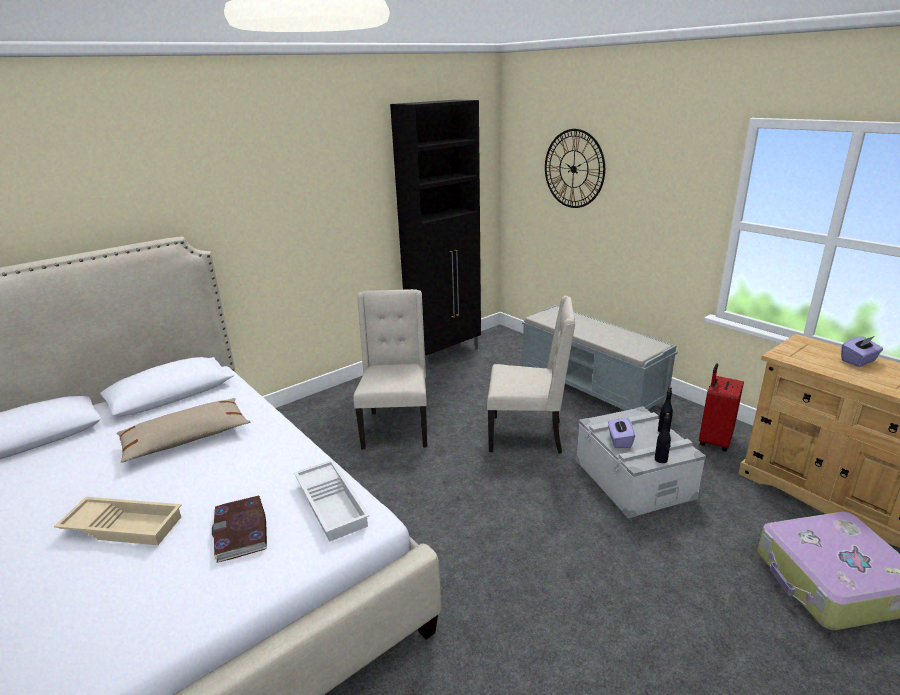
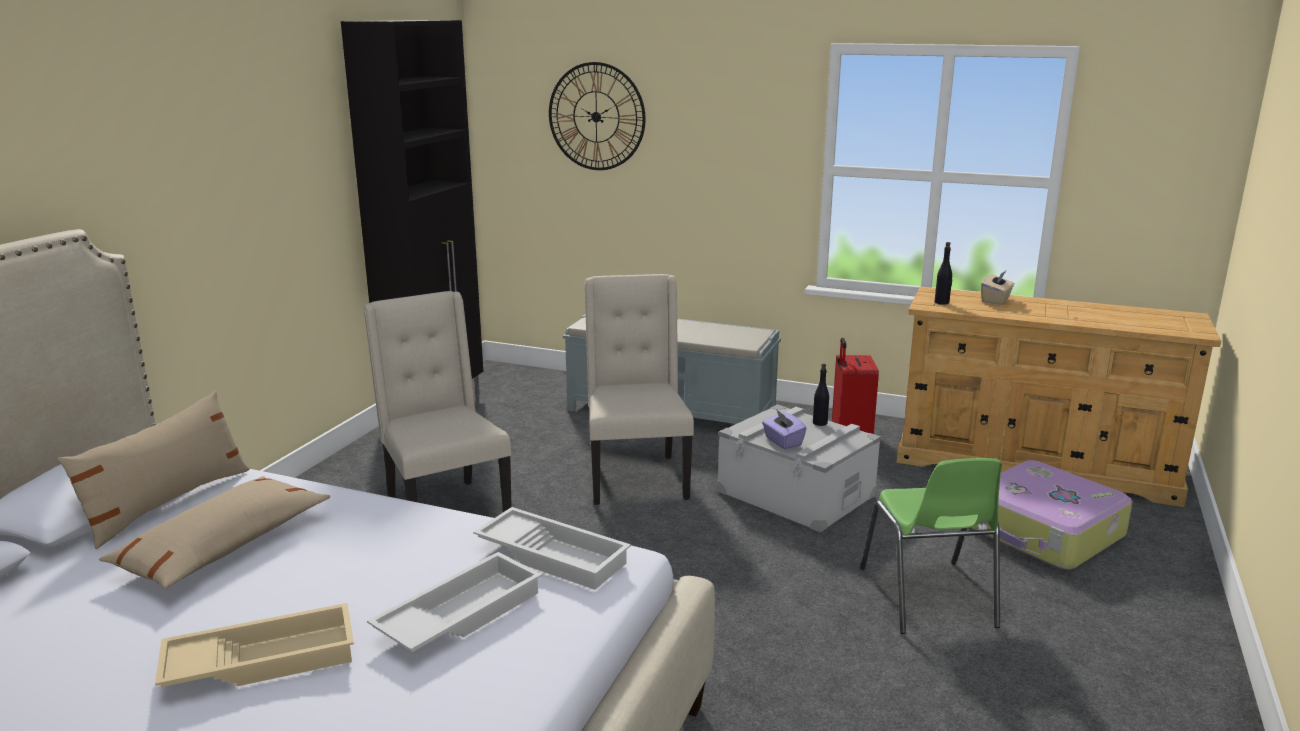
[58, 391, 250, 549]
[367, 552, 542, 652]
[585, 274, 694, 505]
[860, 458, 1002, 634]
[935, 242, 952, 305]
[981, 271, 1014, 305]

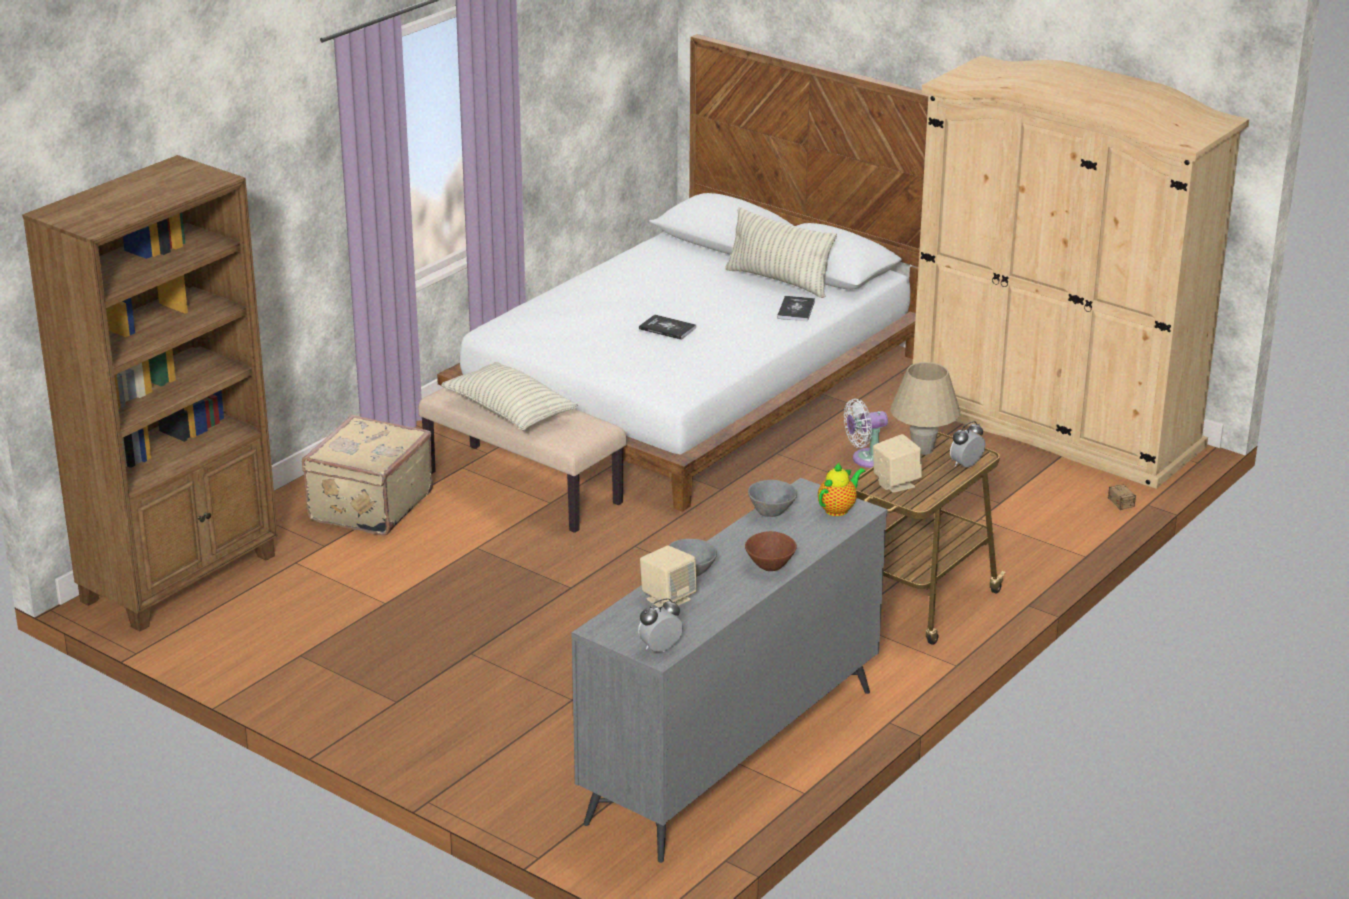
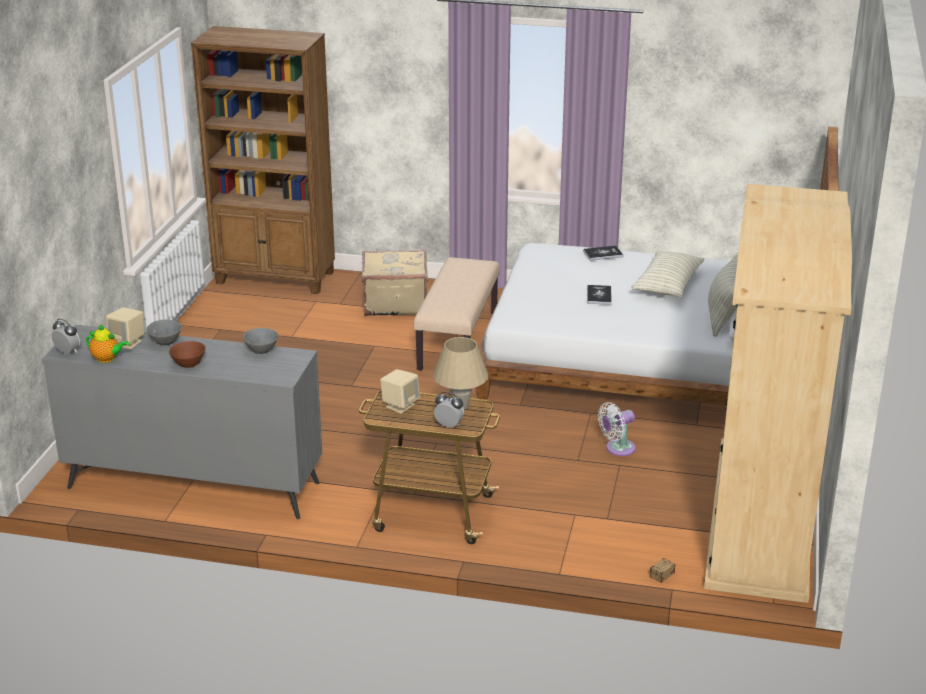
[86, 324, 129, 363]
[583, 246, 623, 261]
[598, 402, 636, 456]
[632, 251, 704, 297]

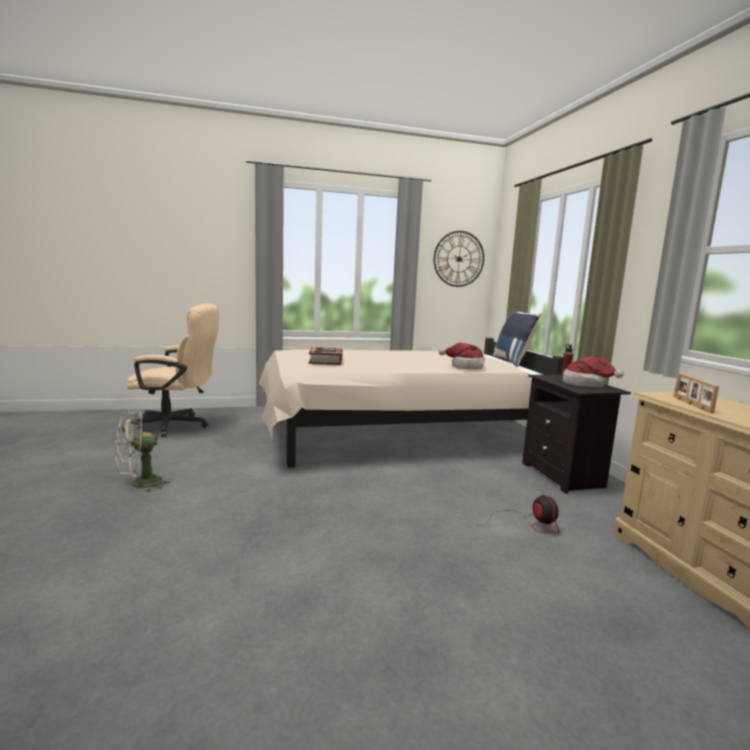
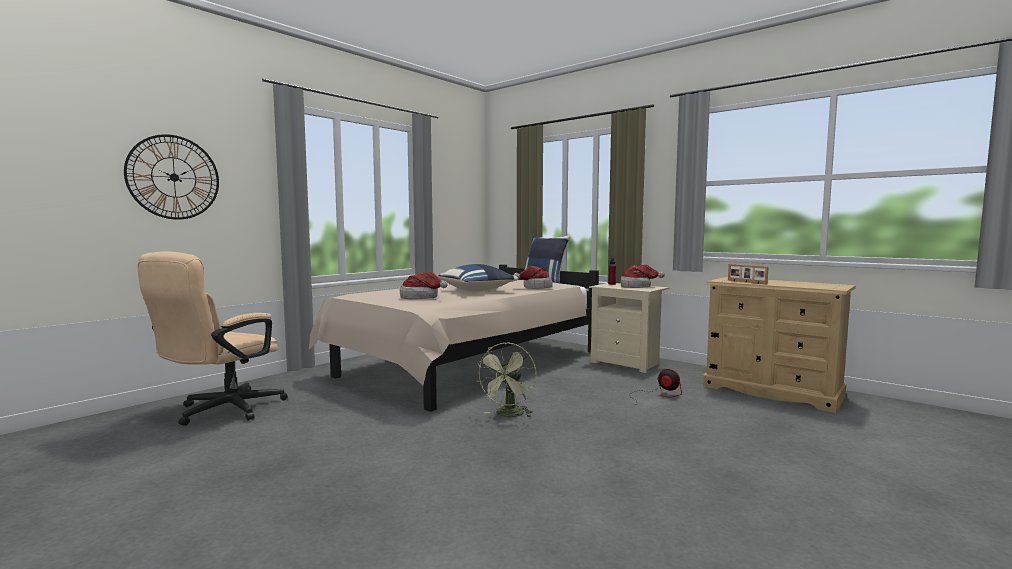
[124, 134, 219, 220]
[137, 251, 288, 426]
[400, 272, 448, 299]
[438, 264, 518, 291]
[475, 342, 536, 417]
[589, 283, 669, 373]

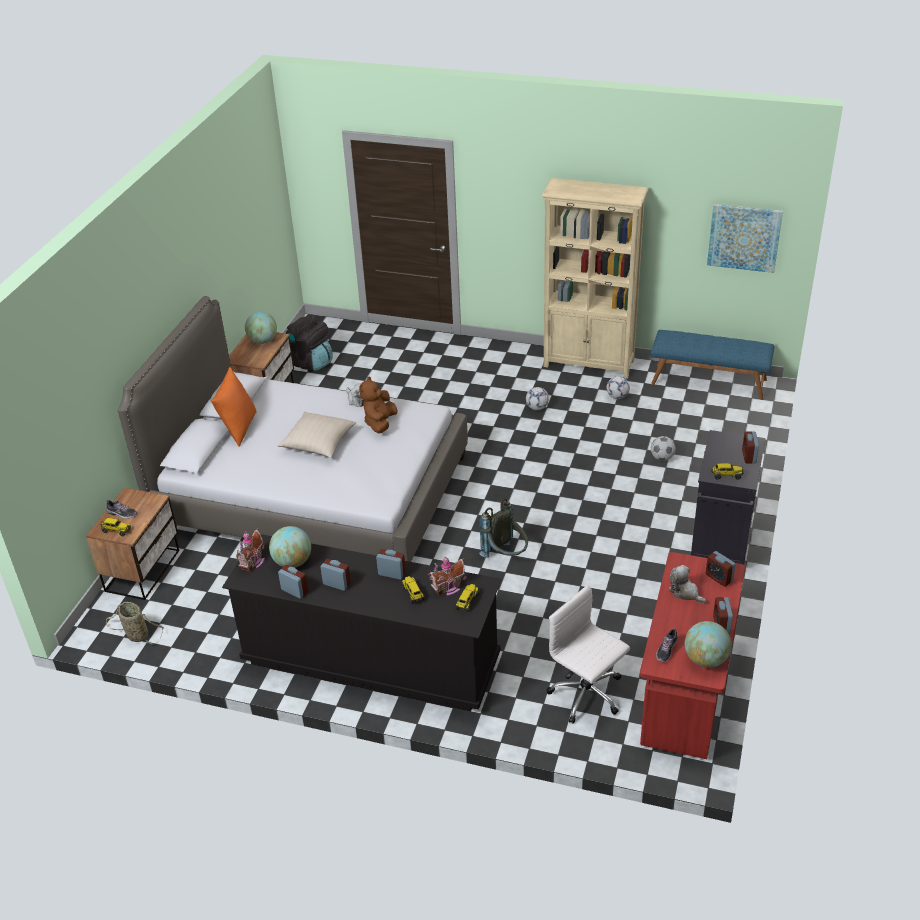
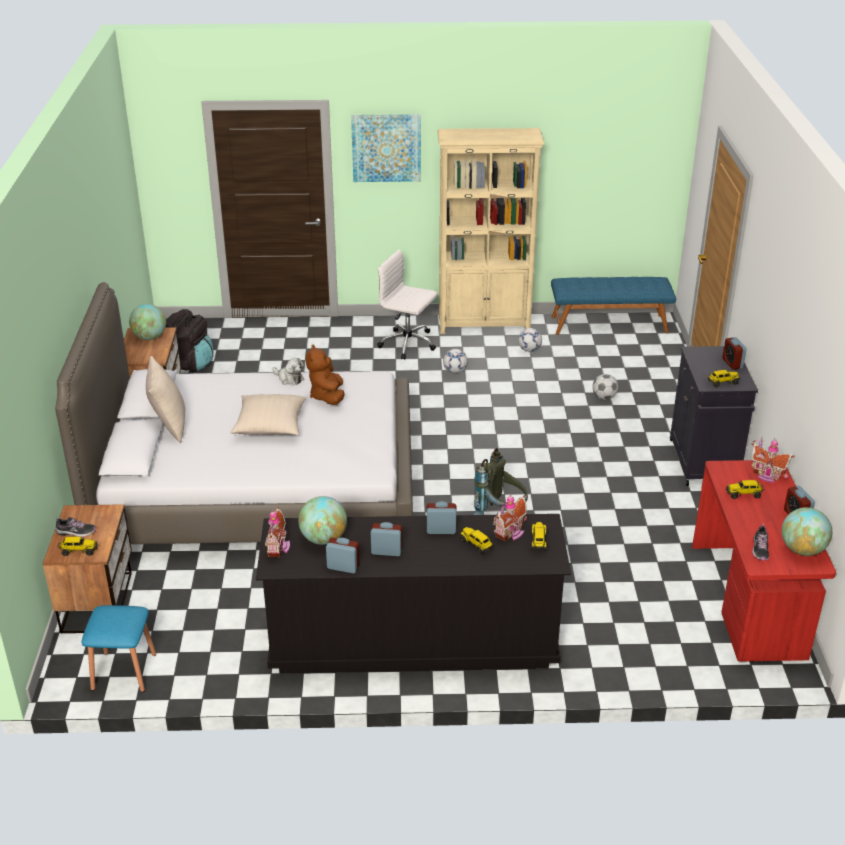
[82, 605, 156, 692]
[146, 356, 185, 443]
[351, 114, 421, 182]
[377, 249, 438, 360]
[726, 480, 765, 499]
[751, 437, 795, 483]

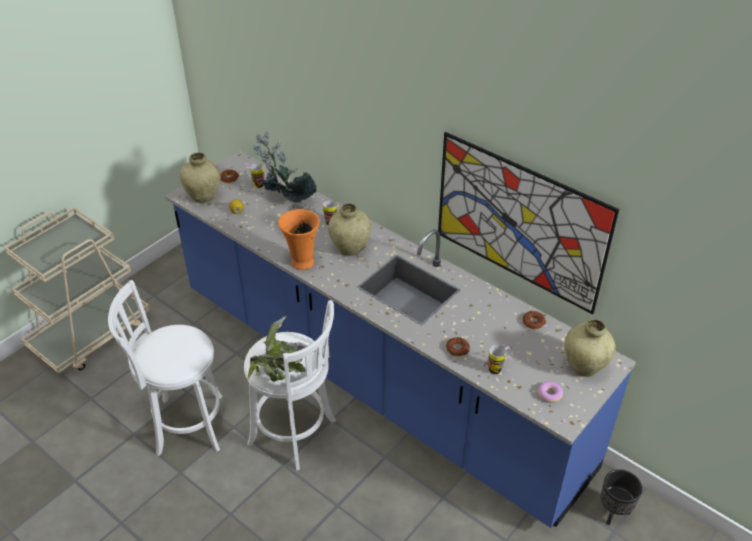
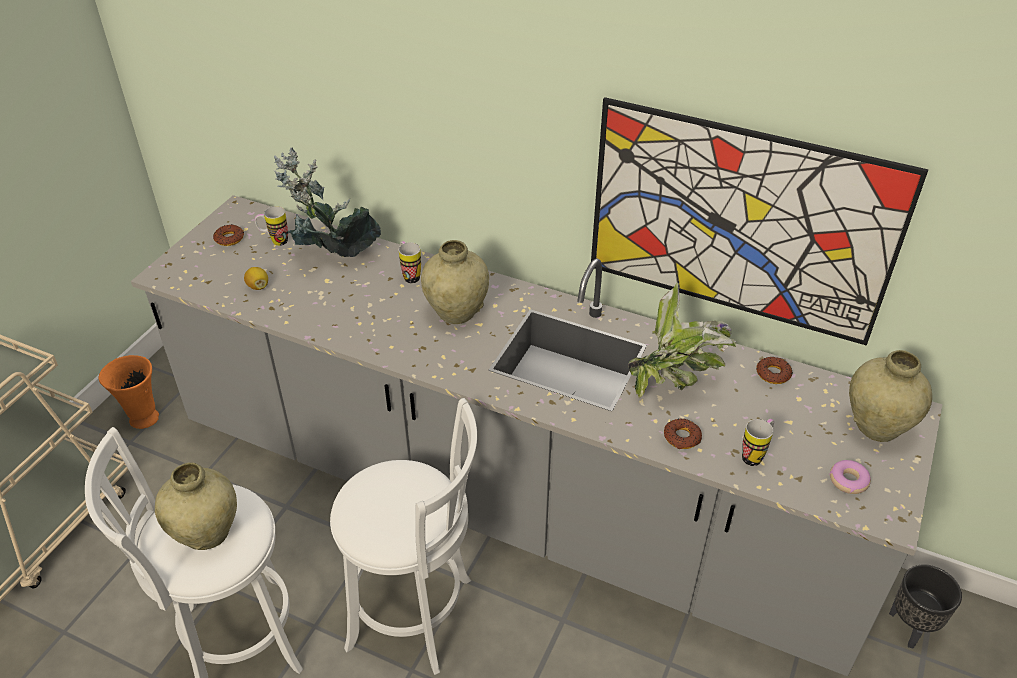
[99, 355, 159, 429]
[131, 195, 943, 676]
[155, 462, 237, 550]
[628, 281, 736, 398]

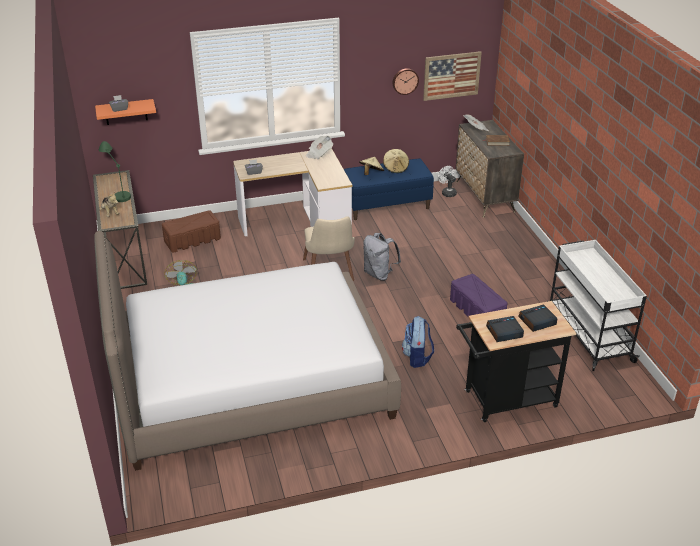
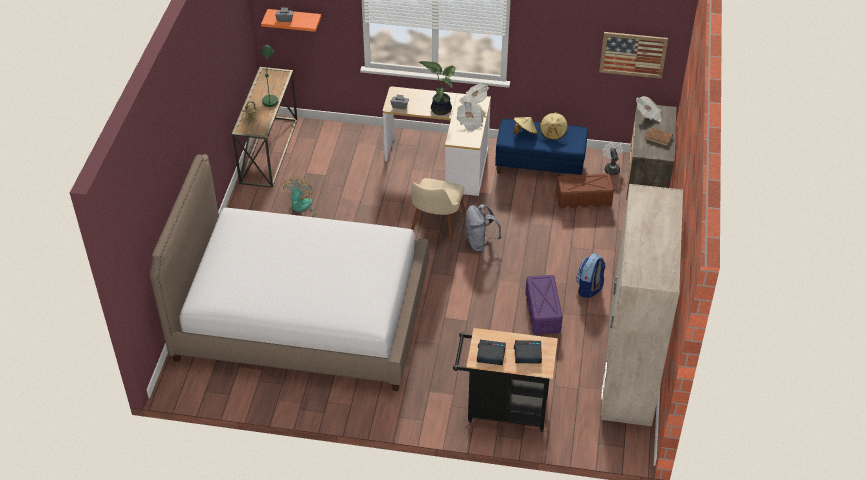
[419, 61, 456, 115]
[457, 101, 483, 133]
[556, 173, 614, 208]
[576, 253, 606, 298]
[601, 184, 683, 426]
[393, 68, 419, 95] (first image)

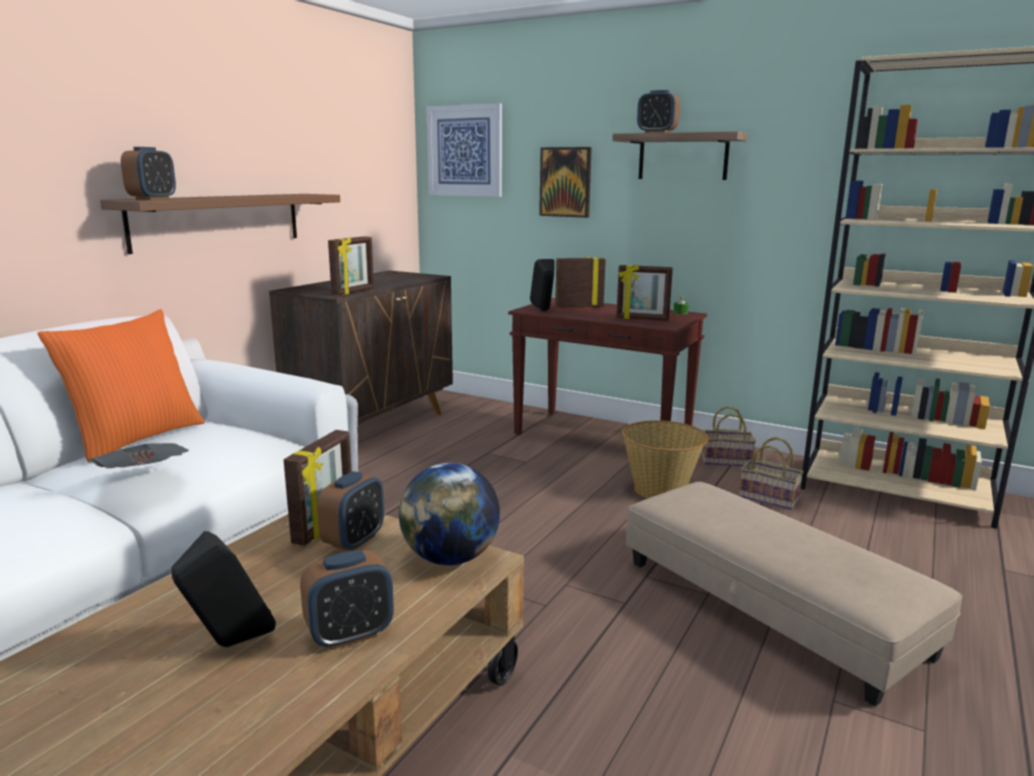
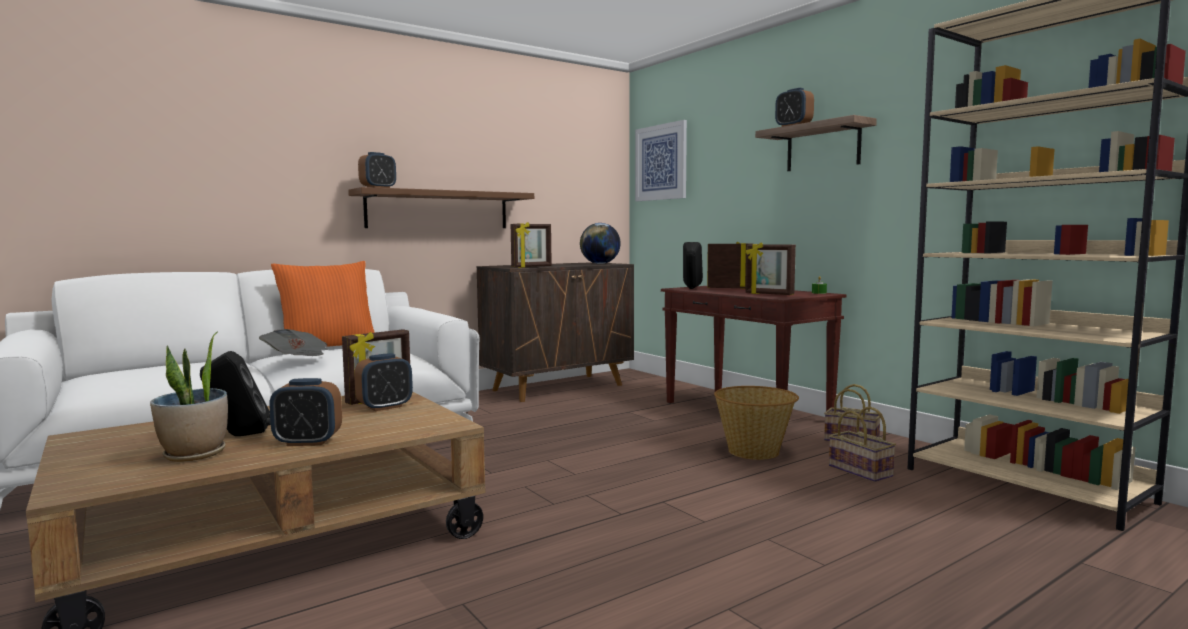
[150, 332, 228, 462]
[580, 223, 621, 264]
[539, 147, 592, 218] (first image)
[626, 482, 962, 707] (first image)

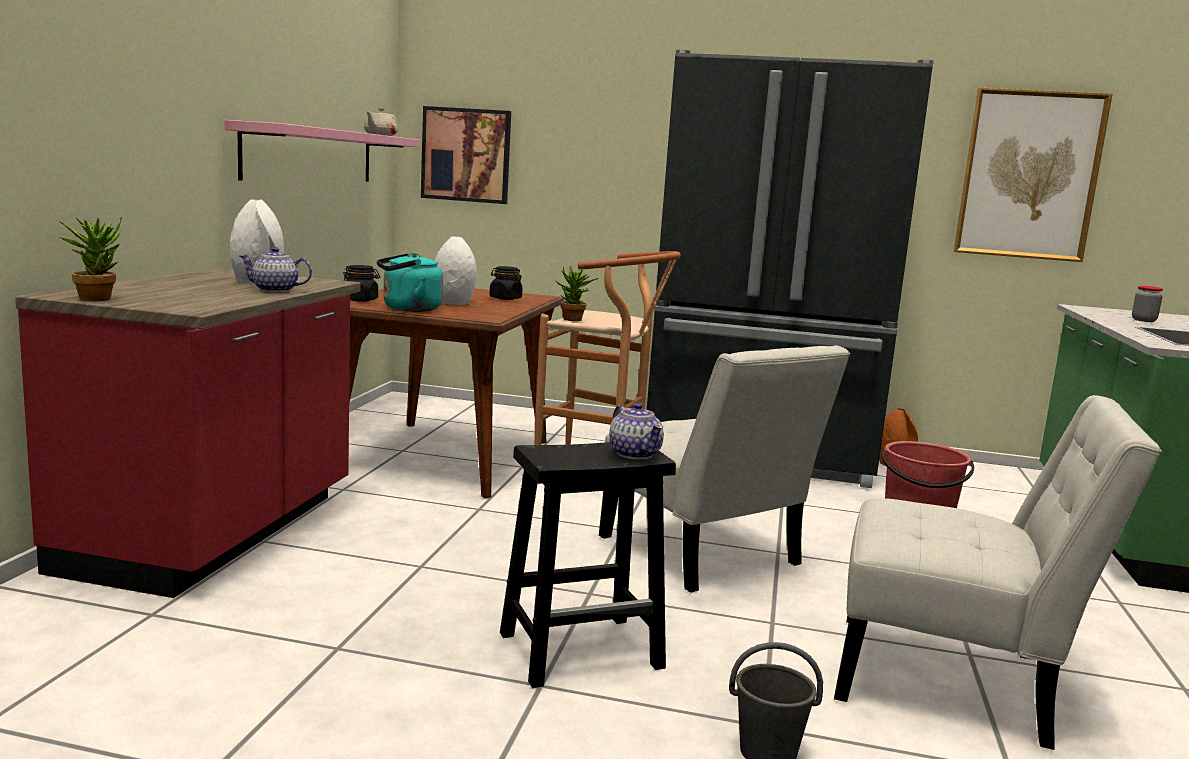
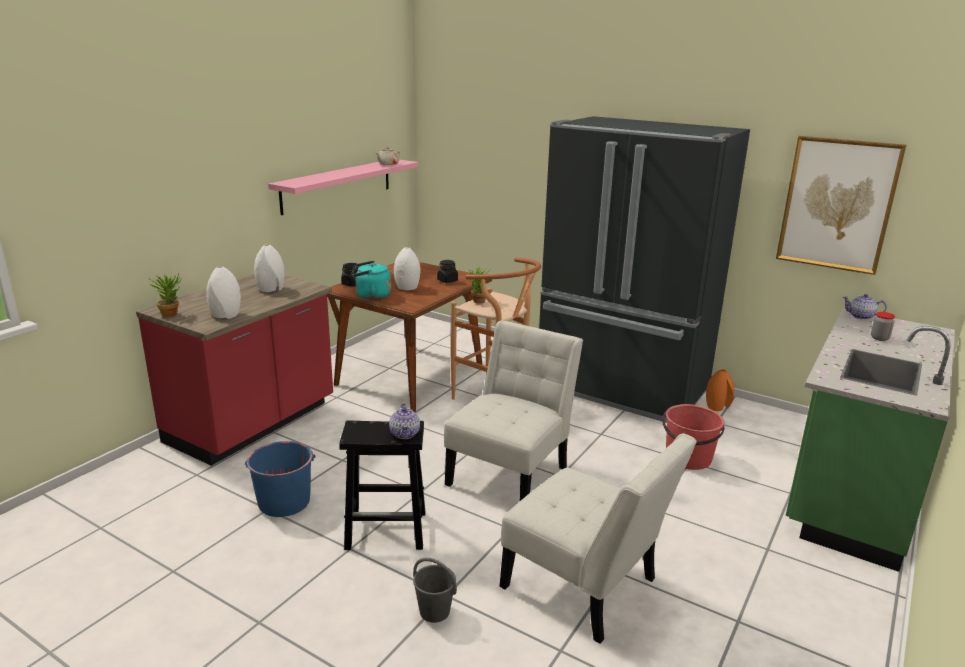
[206, 266, 241, 319]
[245, 441, 316, 517]
[444, 320, 583, 501]
[843, 294, 887, 320]
[421, 106, 511, 204] (first image)

